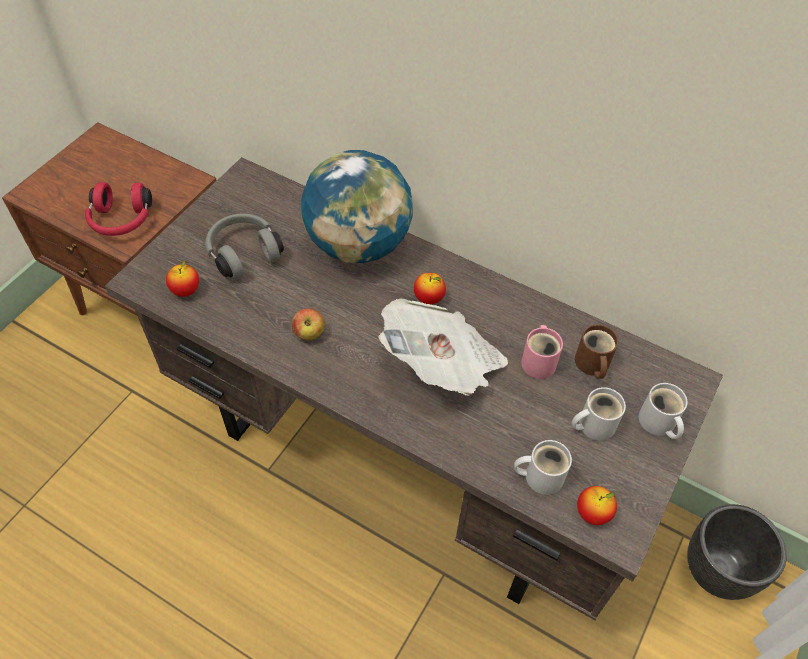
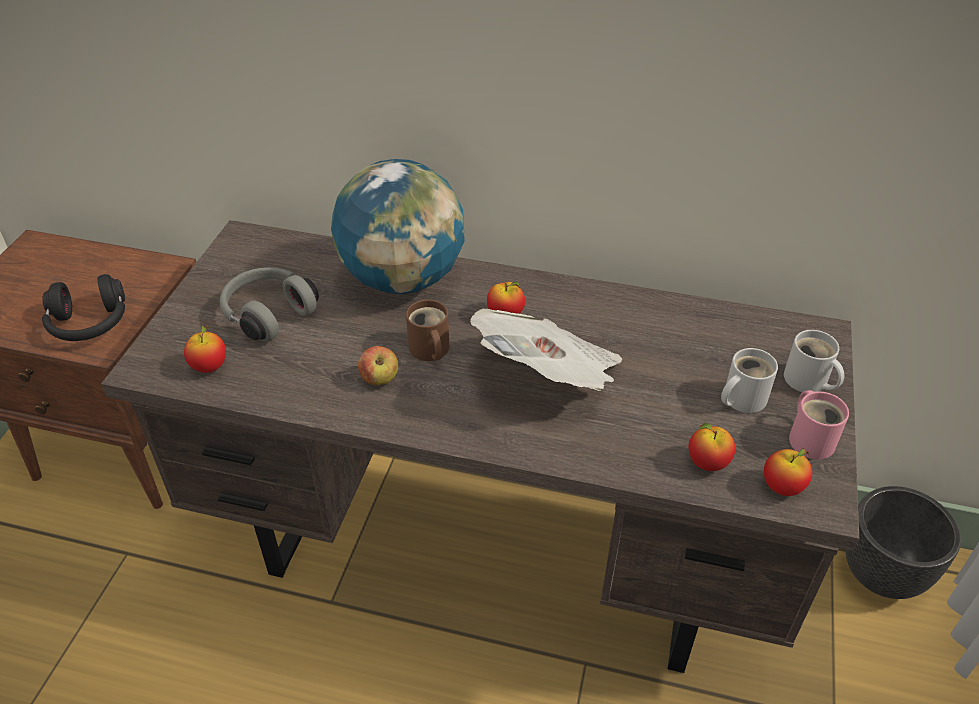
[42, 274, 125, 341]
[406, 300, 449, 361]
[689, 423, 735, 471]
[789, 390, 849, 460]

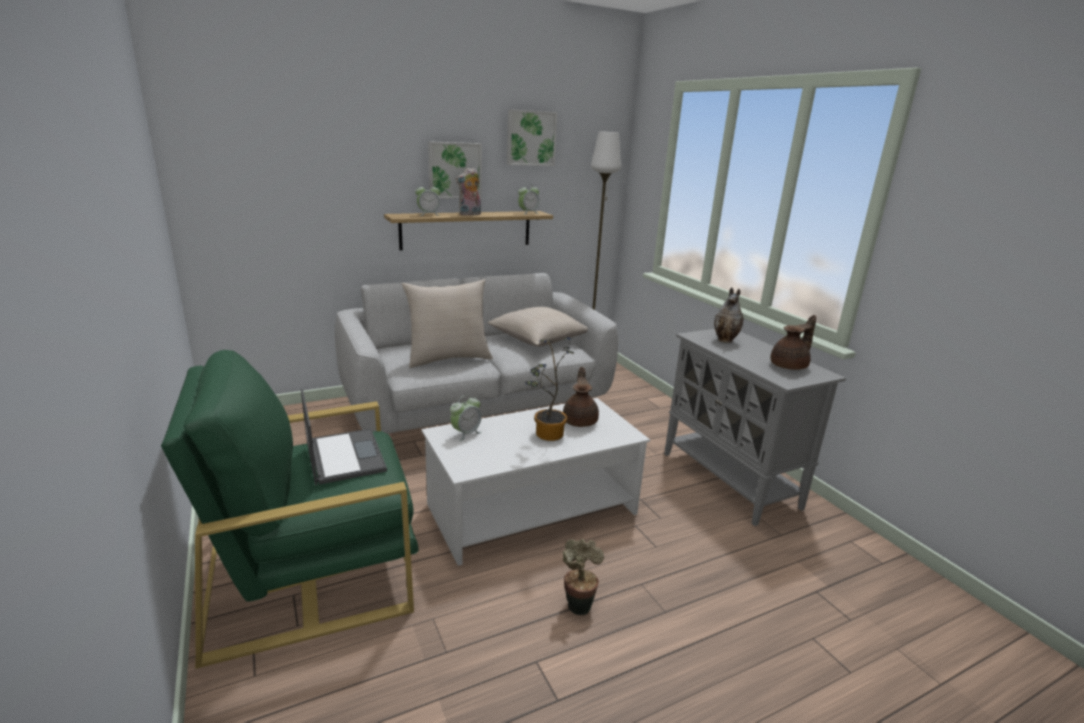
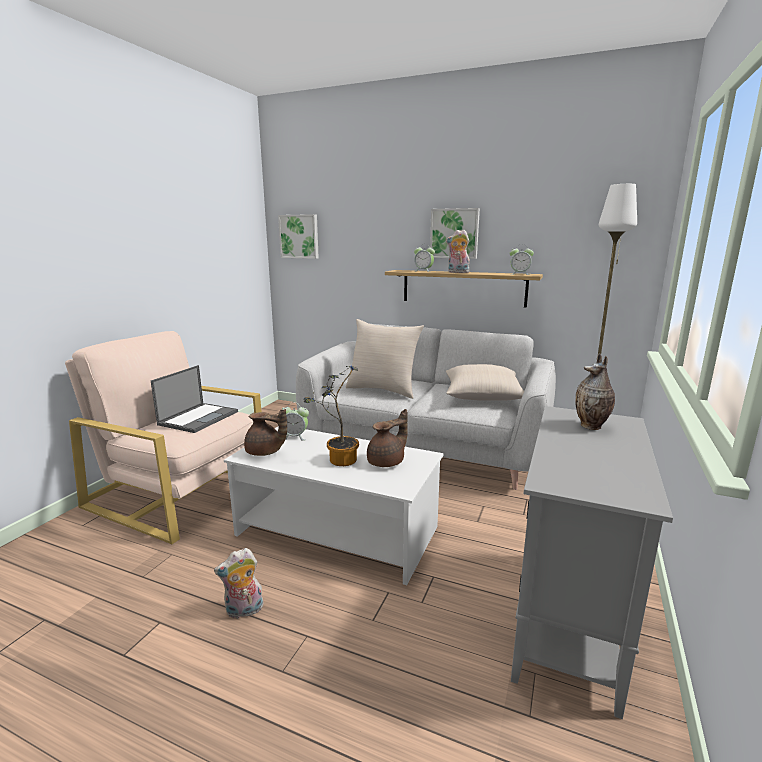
[65, 331, 262, 544]
[214, 548, 264, 619]
[244, 409, 287, 456]
[278, 214, 319, 259]

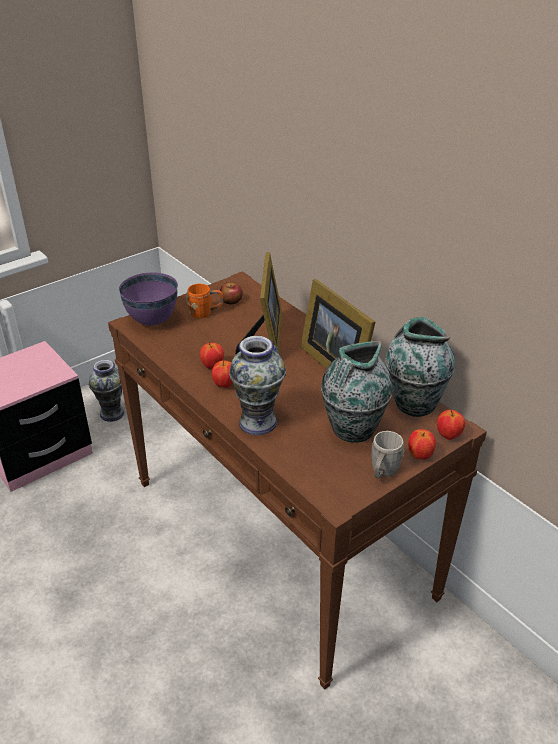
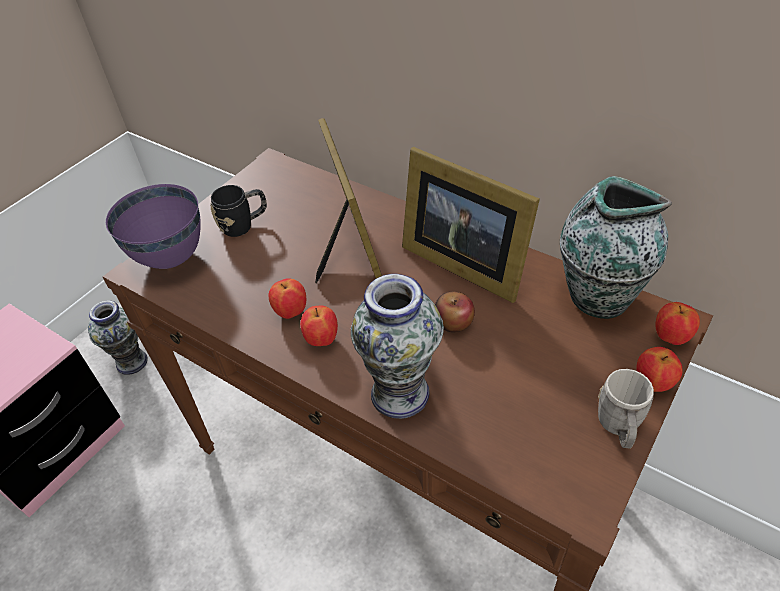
[210, 185, 267, 237]
[435, 292, 475, 332]
[321, 341, 392, 443] (first image)

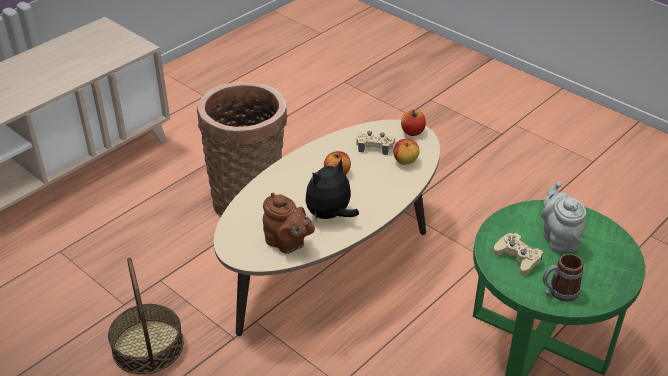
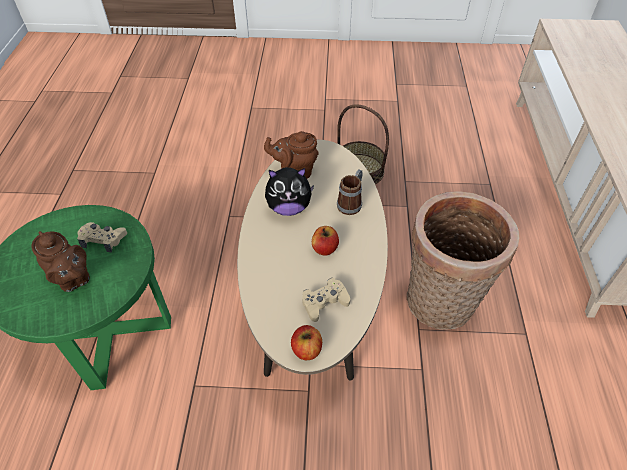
[31, 231, 90, 292]
[265, 167, 314, 216]
[337, 169, 363, 215]
[393, 139, 420, 165] (first image)

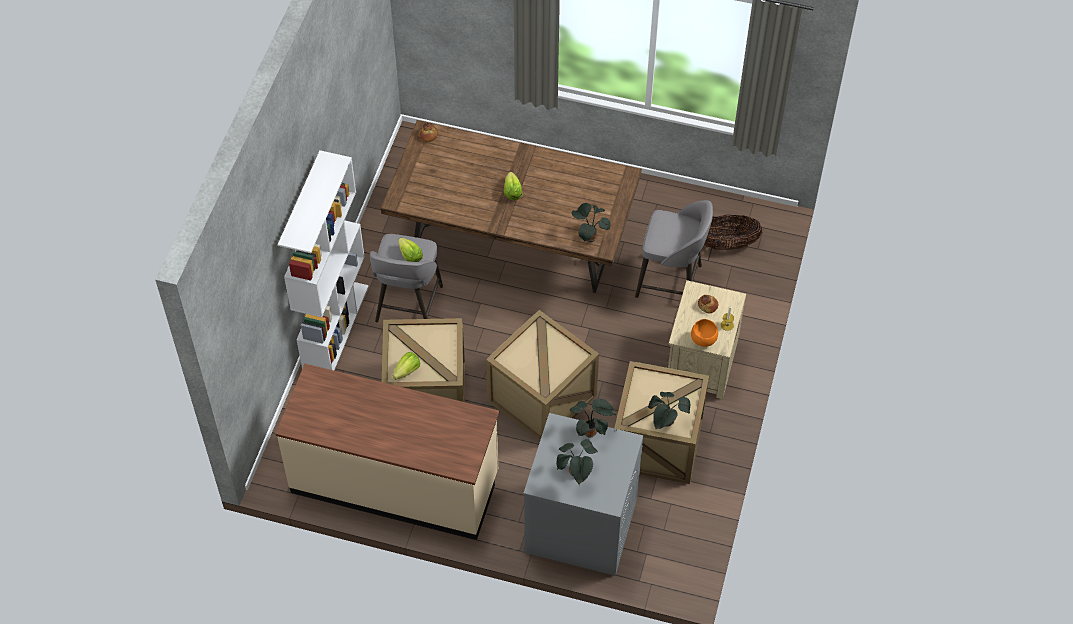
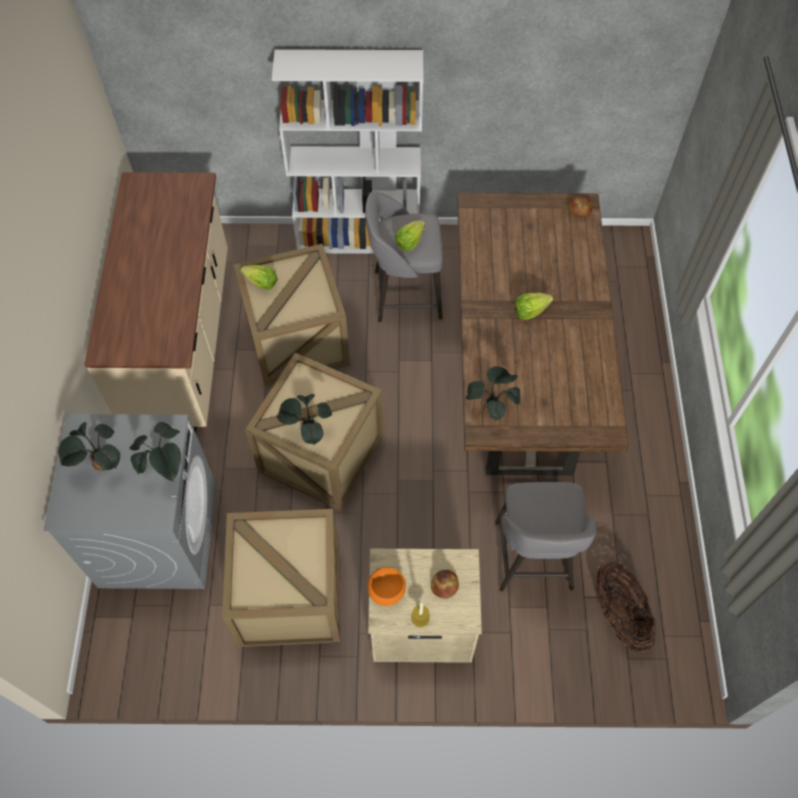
[276, 394, 332, 445]

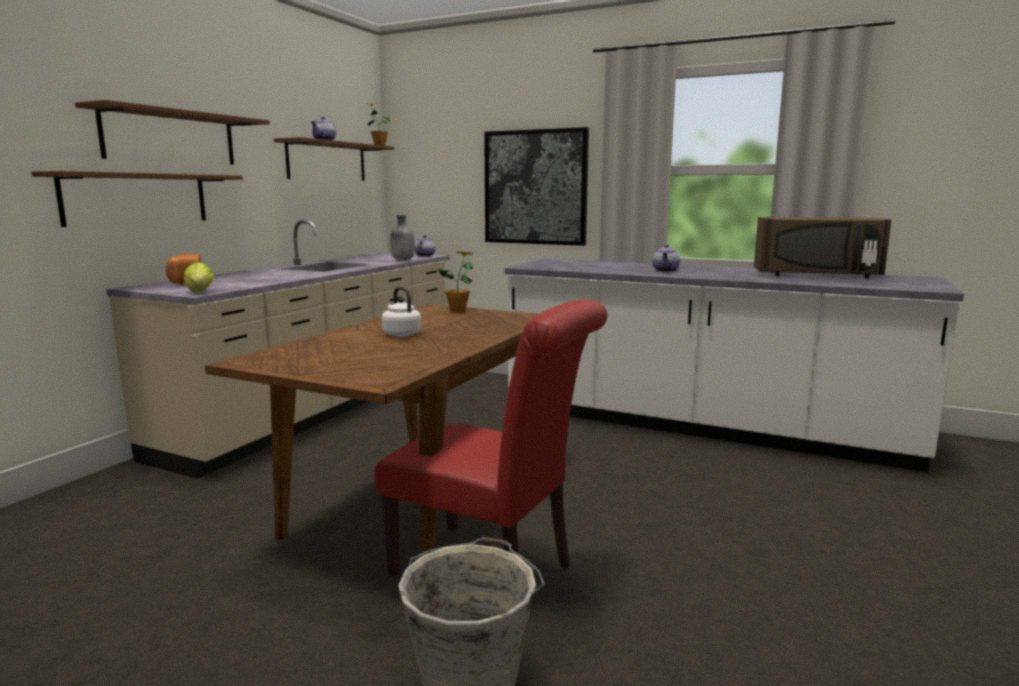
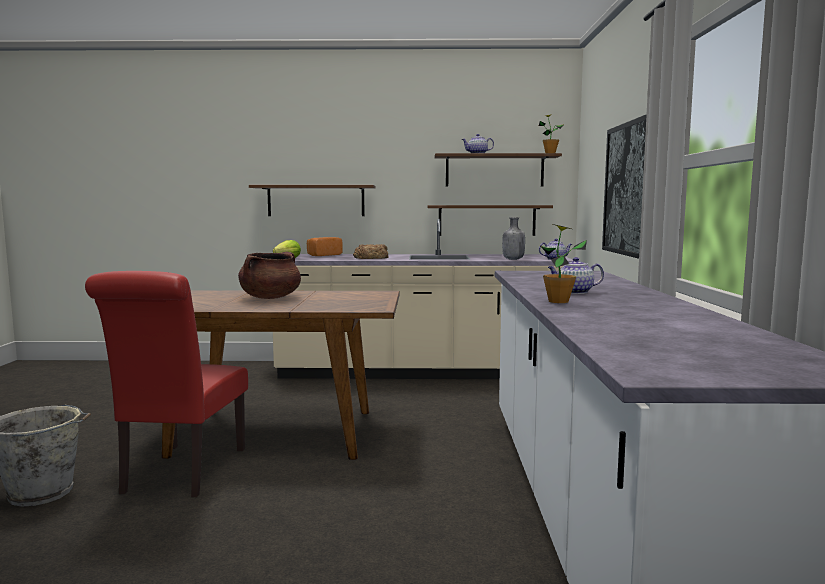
[238, 252, 301, 299]
[353, 244, 389, 259]
[428, 205, 553, 236]
[540, 224, 587, 303]
[754, 217, 891, 278] (first image)

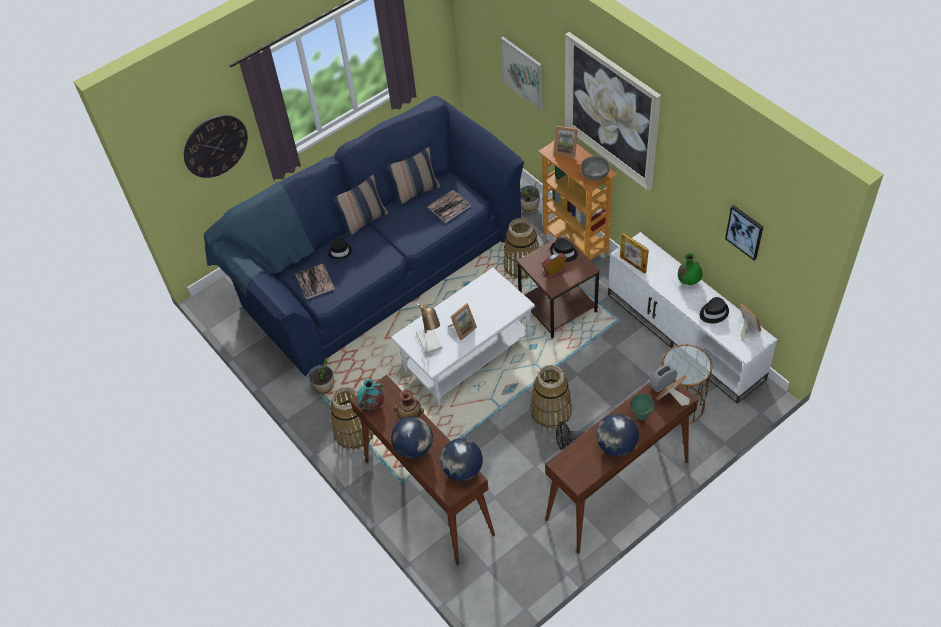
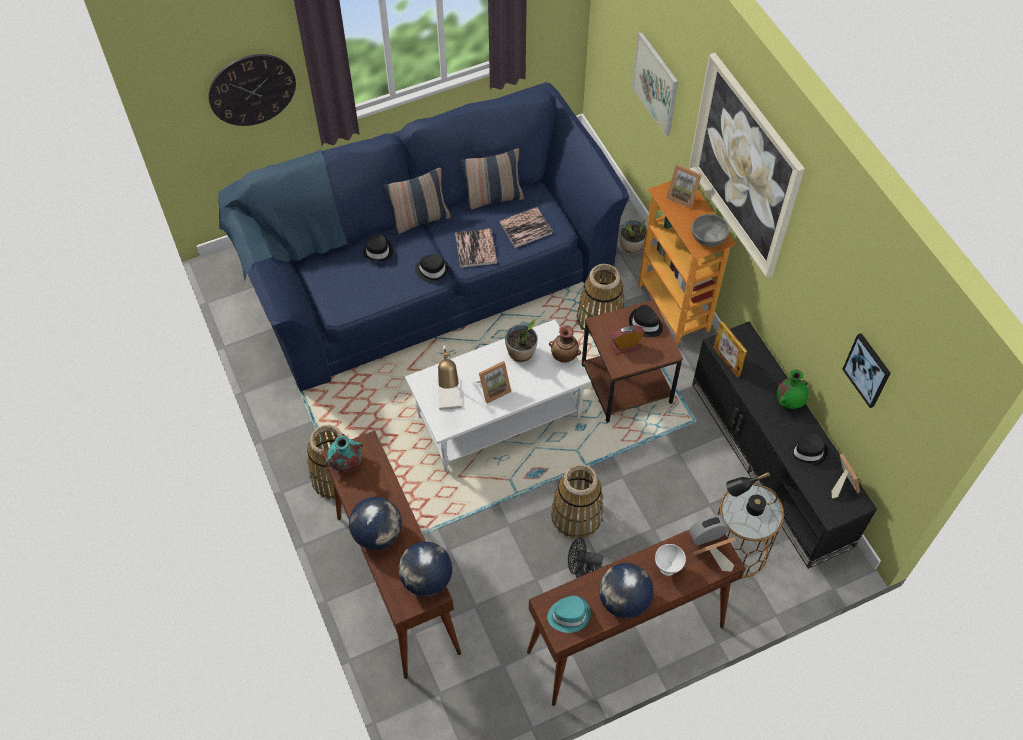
[415, 254, 449, 282]
[455, 228, 497, 268]
[505, 319, 538, 362]
[547, 596, 591, 633]
[549, 325, 581, 363]
[655, 544, 686, 576]
[692, 321, 877, 569]
[726, 472, 777, 516]

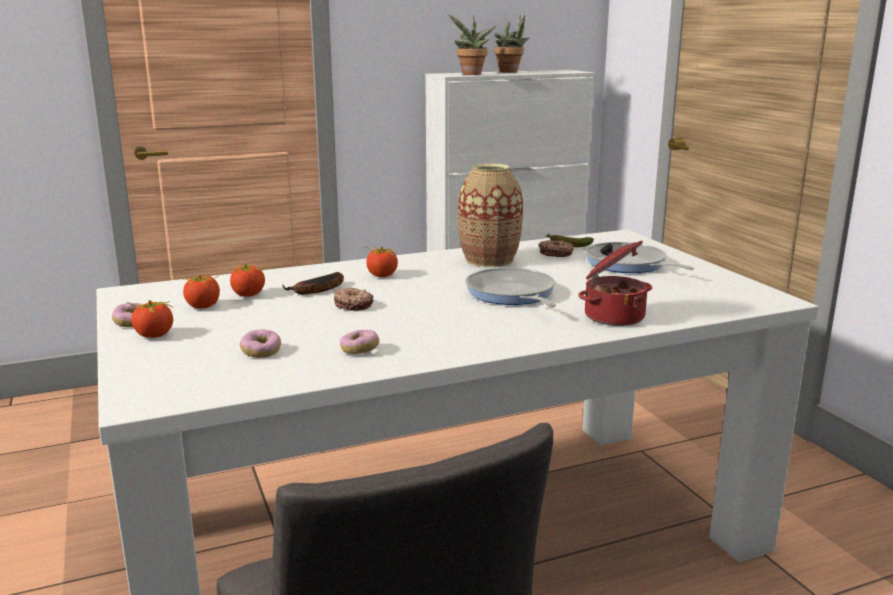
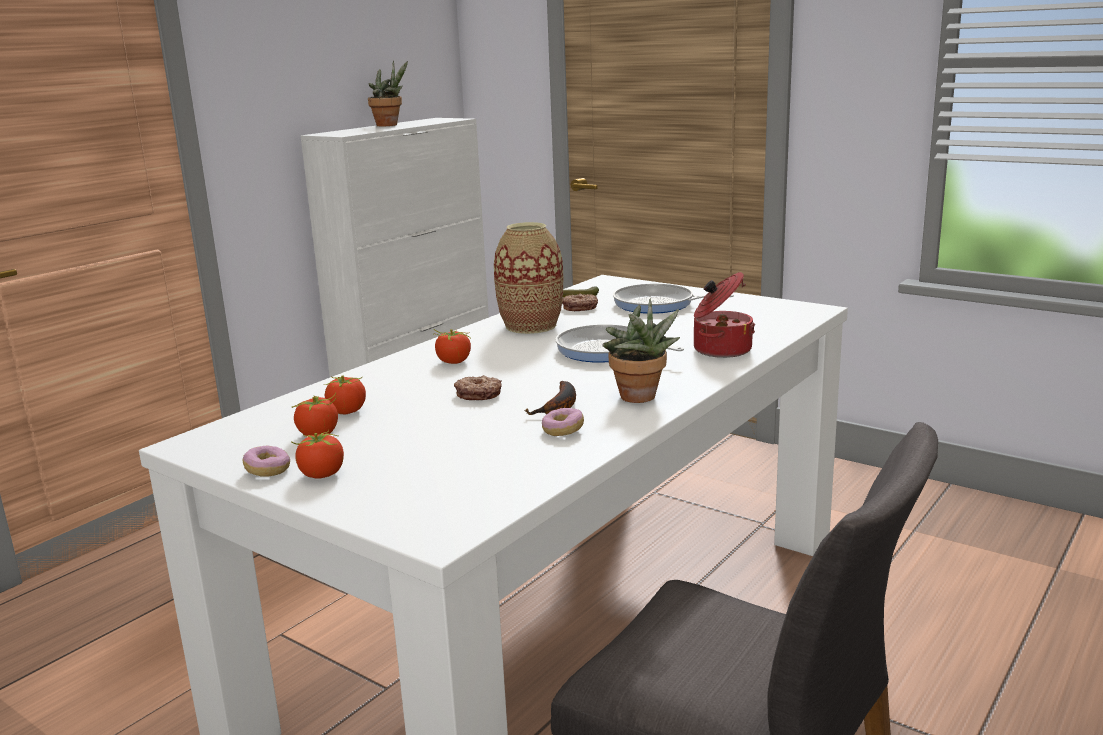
[525, 381, 576, 415]
[603, 299, 680, 403]
[240, 329, 281, 358] (first image)

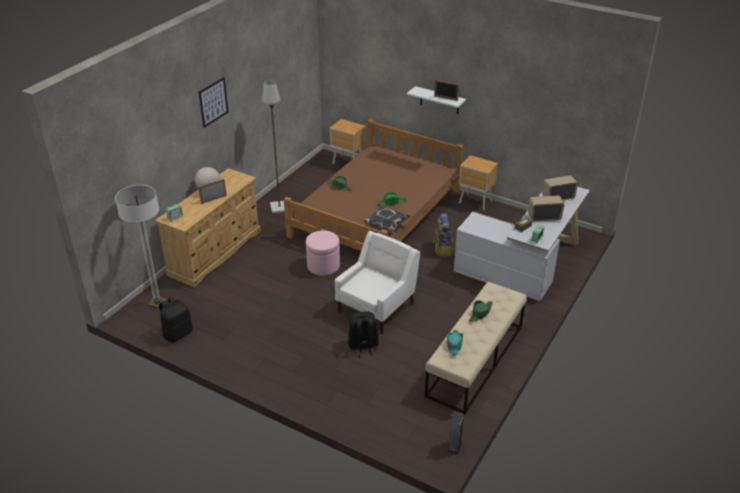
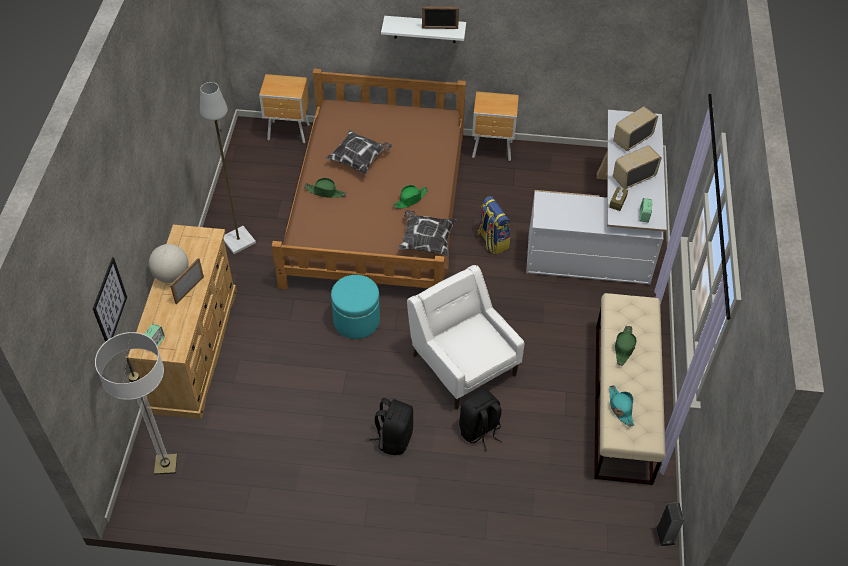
[93, 257, 127, 342]
[326, 130, 392, 175]
[331, 275, 380, 339]
[370, 398, 414, 455]
[407, 265, 524, 410]

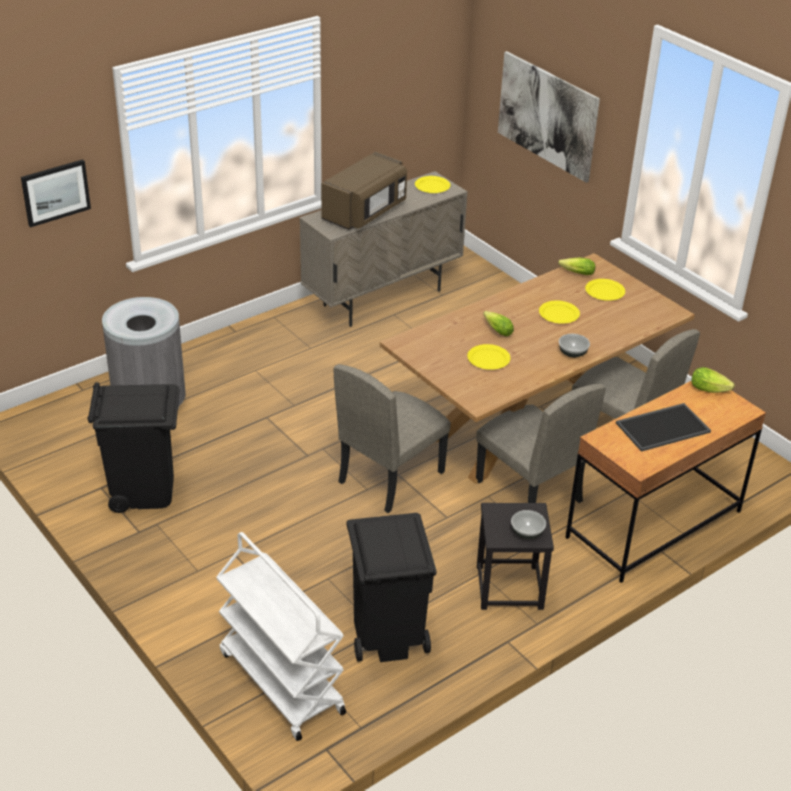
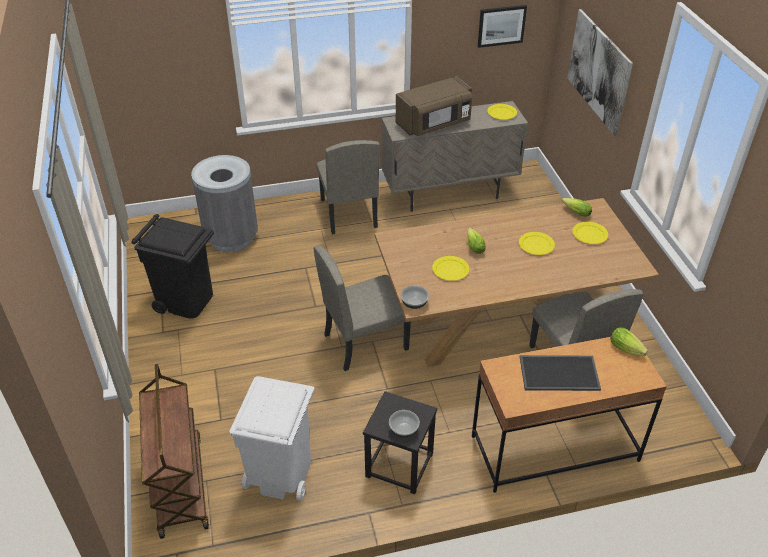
[139, 364, 209, 539]
[230, 376, 315, 501]
[317, 140, 380, 235]
[401, 285, 429, 309]
[478, 5, 527, 48]

